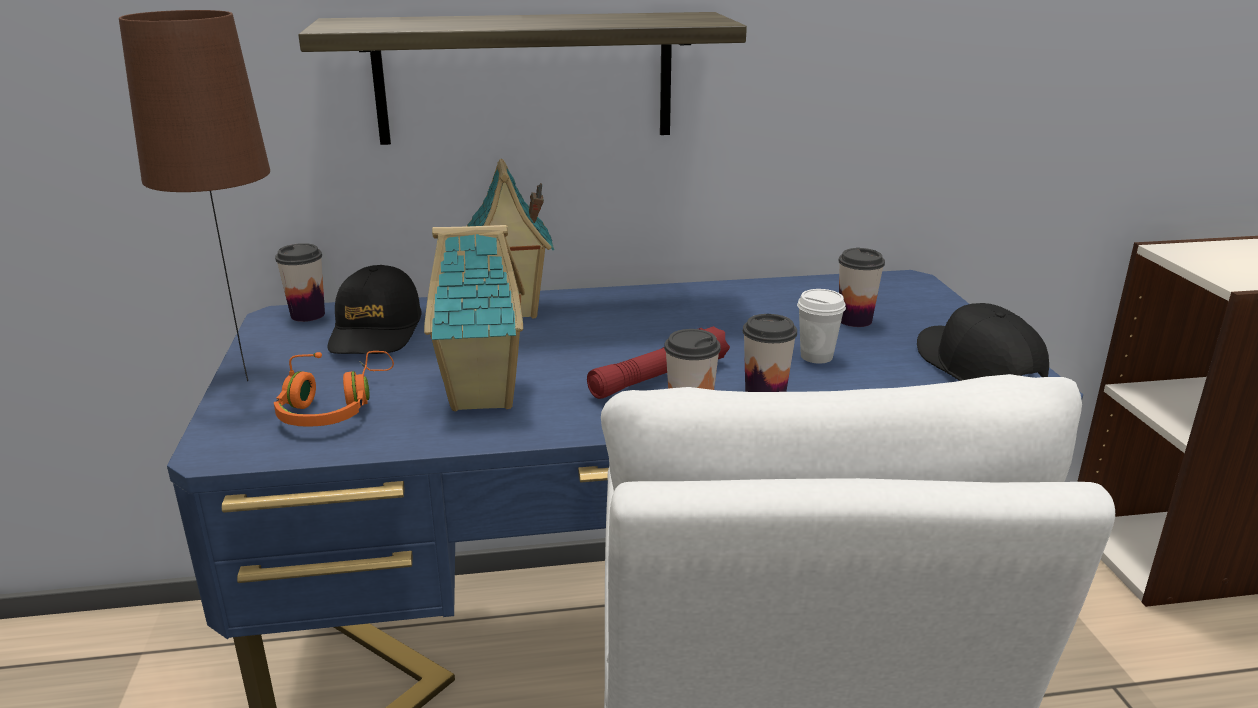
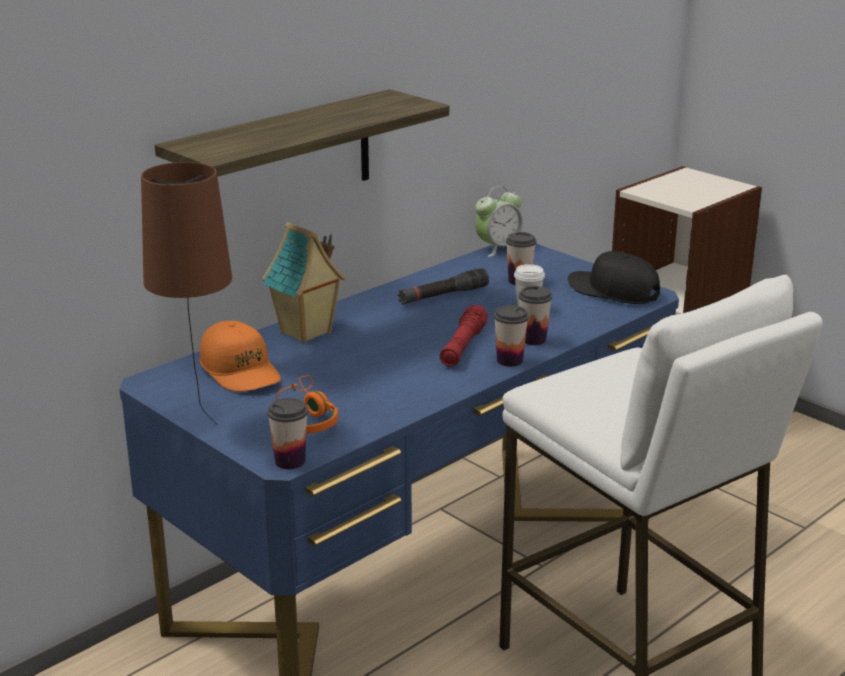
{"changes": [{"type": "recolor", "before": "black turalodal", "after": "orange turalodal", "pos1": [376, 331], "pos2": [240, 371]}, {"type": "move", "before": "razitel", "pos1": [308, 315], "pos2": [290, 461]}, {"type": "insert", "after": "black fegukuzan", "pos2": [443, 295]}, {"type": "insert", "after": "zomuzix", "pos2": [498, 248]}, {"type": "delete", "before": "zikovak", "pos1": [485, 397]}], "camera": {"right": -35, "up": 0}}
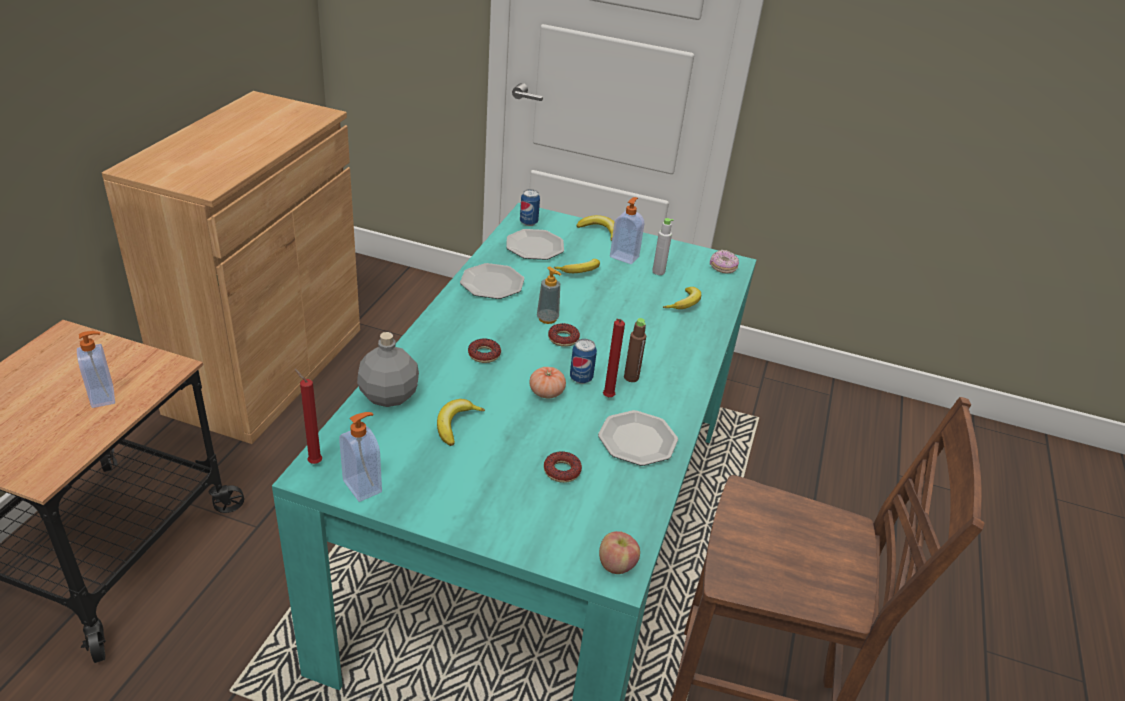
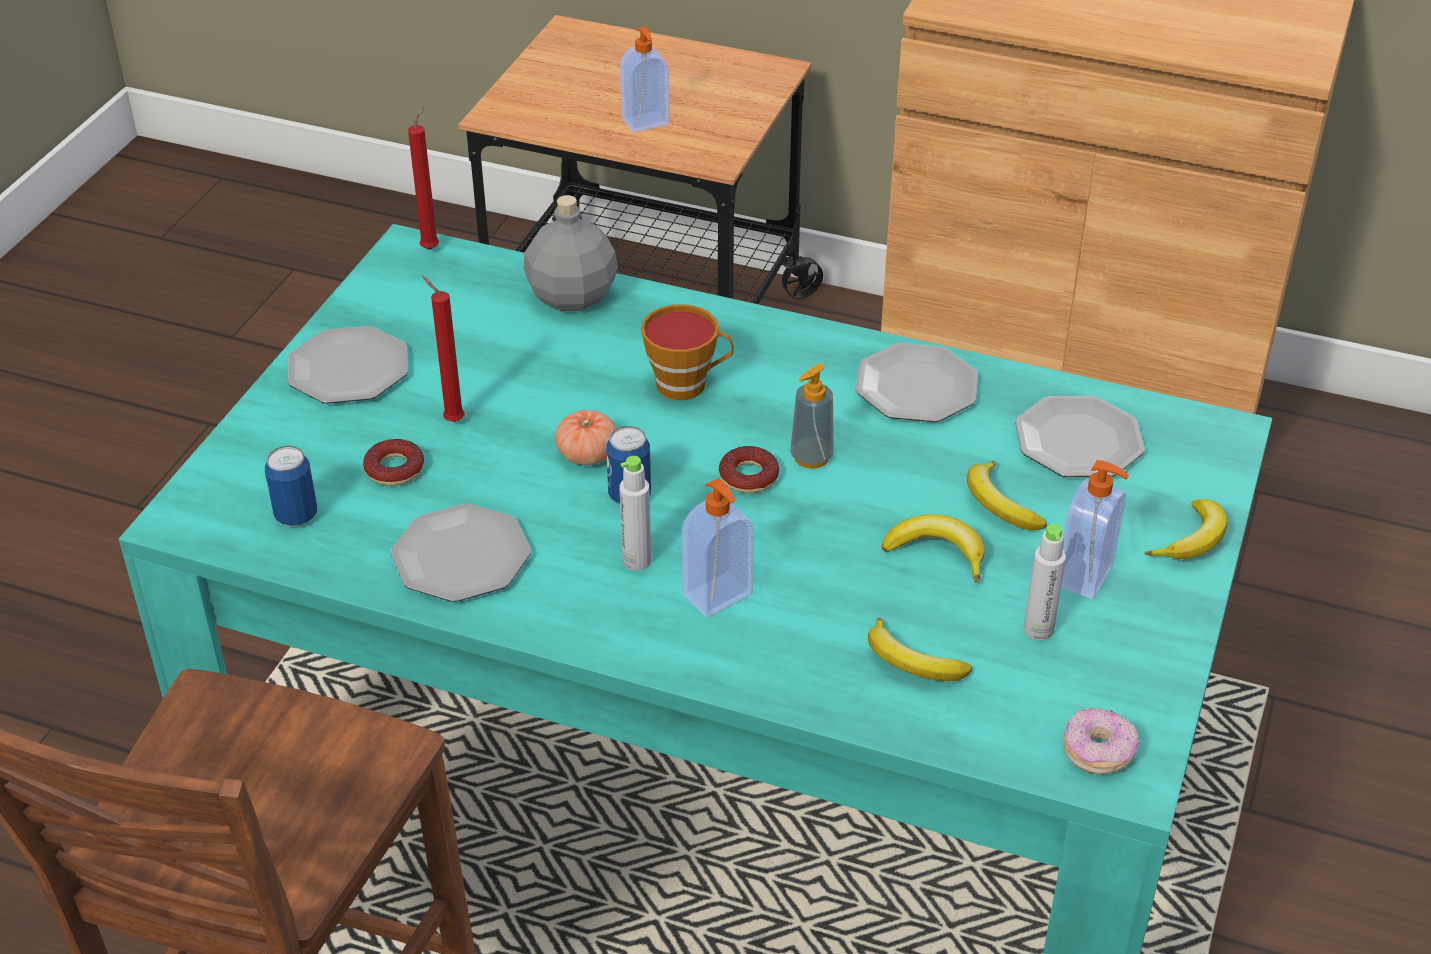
{"changes": [{"type": "move", "before": "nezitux", "pos1": [528, 222], "pos2": [296, 516]}, {"type": "insert", "after": "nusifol", "pos2": [349, 370]}, {"type": "move", "before": "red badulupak", "pos1": [607, 398], "pos2": [451, 420]}, {"type": "recolor", "before": "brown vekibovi", "after": "grey vekibovi", "pos1": [631, 377], "pos2": [637, 560]}, {"type": "replace", "before": "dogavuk", "after": "razitel", "pos1": [484, 354], "pos2": [687, 384]}, {"type": "move", "before": "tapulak", "pos1": [363, 486], "pos2": [719, 596]}, {"type": "move", "before": "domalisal", "pos1": [455, 424], "pos2": [937, 553]}, {"type": "delete", "before": "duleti", "pos1": [616, 565]}], "camera": {"right": 95, "up": 5}}
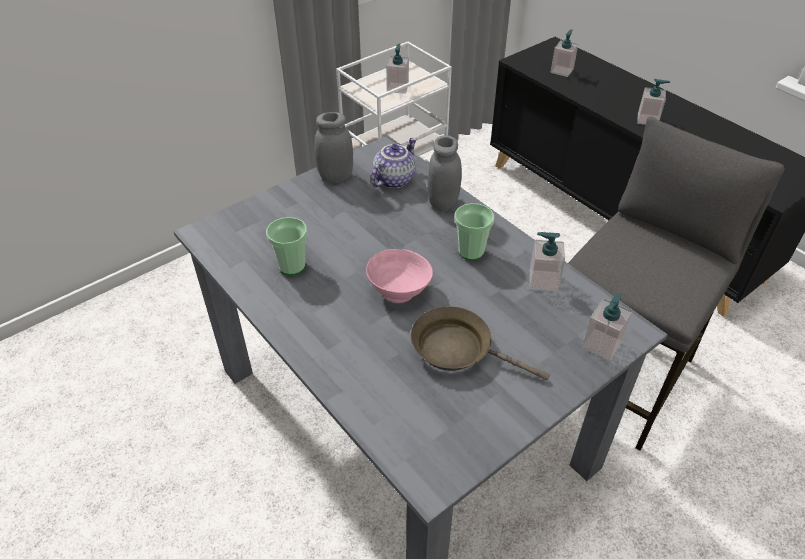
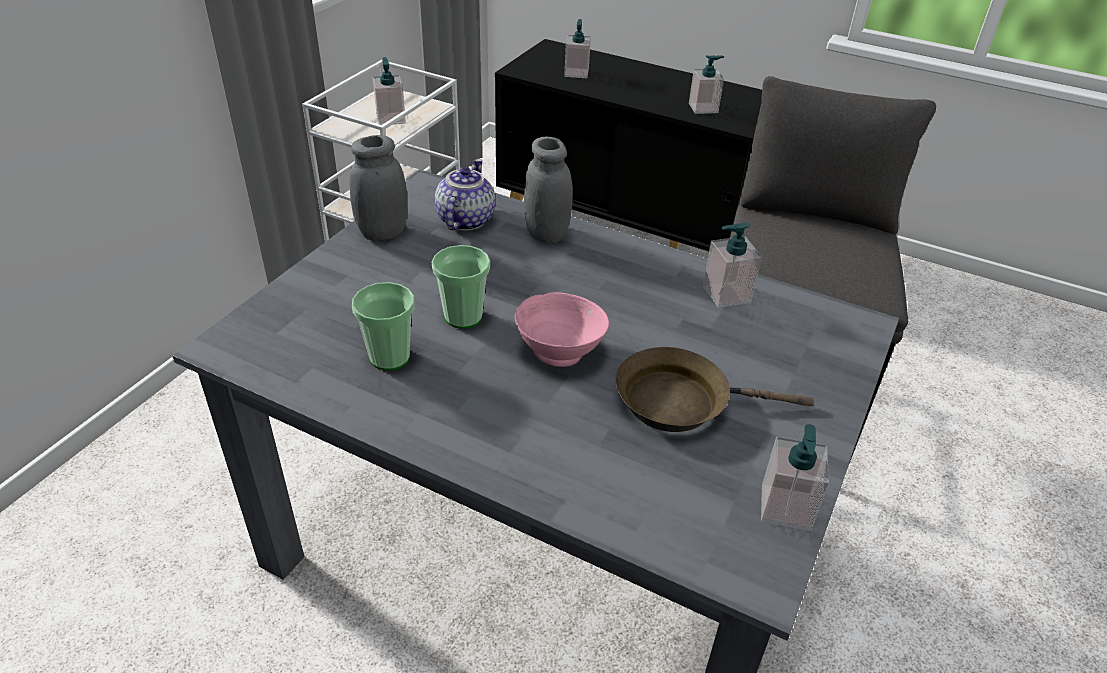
{"changes": [{"type": "move", "before": "razitel", "pos1": [471, 251], "pos2": [463, 317]}, {"type": "move", "before": "tapulak", "pos1": [601, 344], "pos2": [785, 508]}], "camera": {"right": -25, "up": -5}}
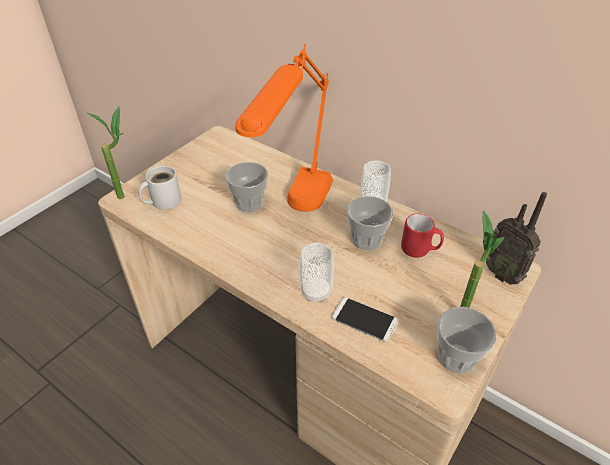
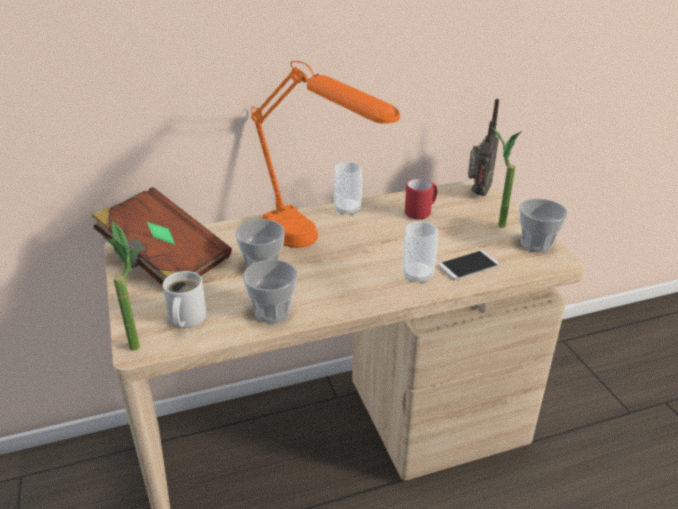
{"changes": [{"type": "insert", "after": "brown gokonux", "pos2": [164, 260]}, {"type": "move", "before": "razitel", "pos1": [366, 240], "pos2": [272, 312]}, {"type": "rotate", "before": "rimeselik", "pos1": [502, 273], "pos2": [477, 193], "turn": -60}], "camera": {"right": -55, "up": -10}}
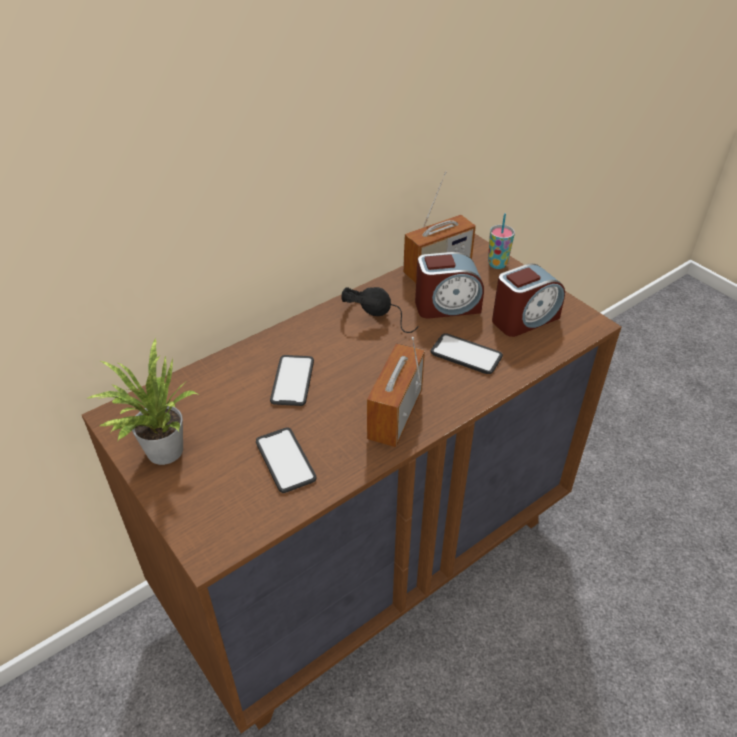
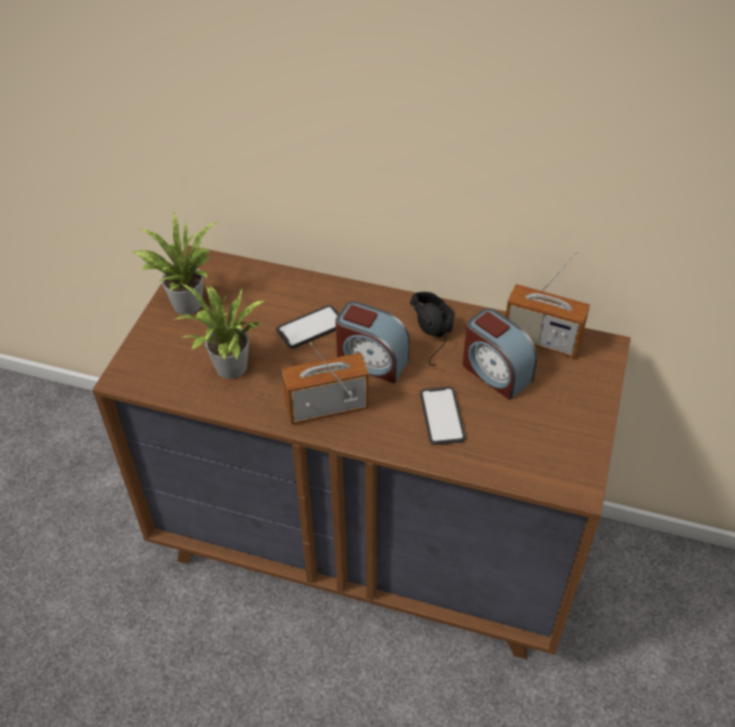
{"changes": [{"type": "replace", "before": "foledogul", "after": "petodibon", "pos1": [285, 460], "pos2": [228, 370]}, {"type": "move", "before": "zomuzix", "pos1": [524, 319], "pos2": [371, 361]}, {"type": "delete", "before": "razitel", "pos1": [497, 264]}], "camera": {"right": 55, "up": 5}}
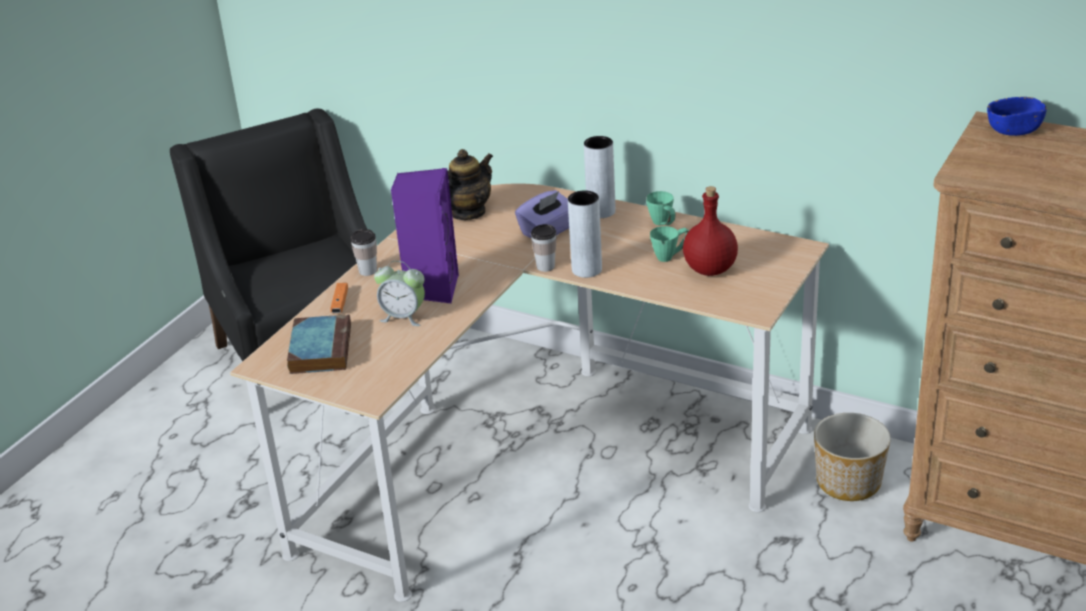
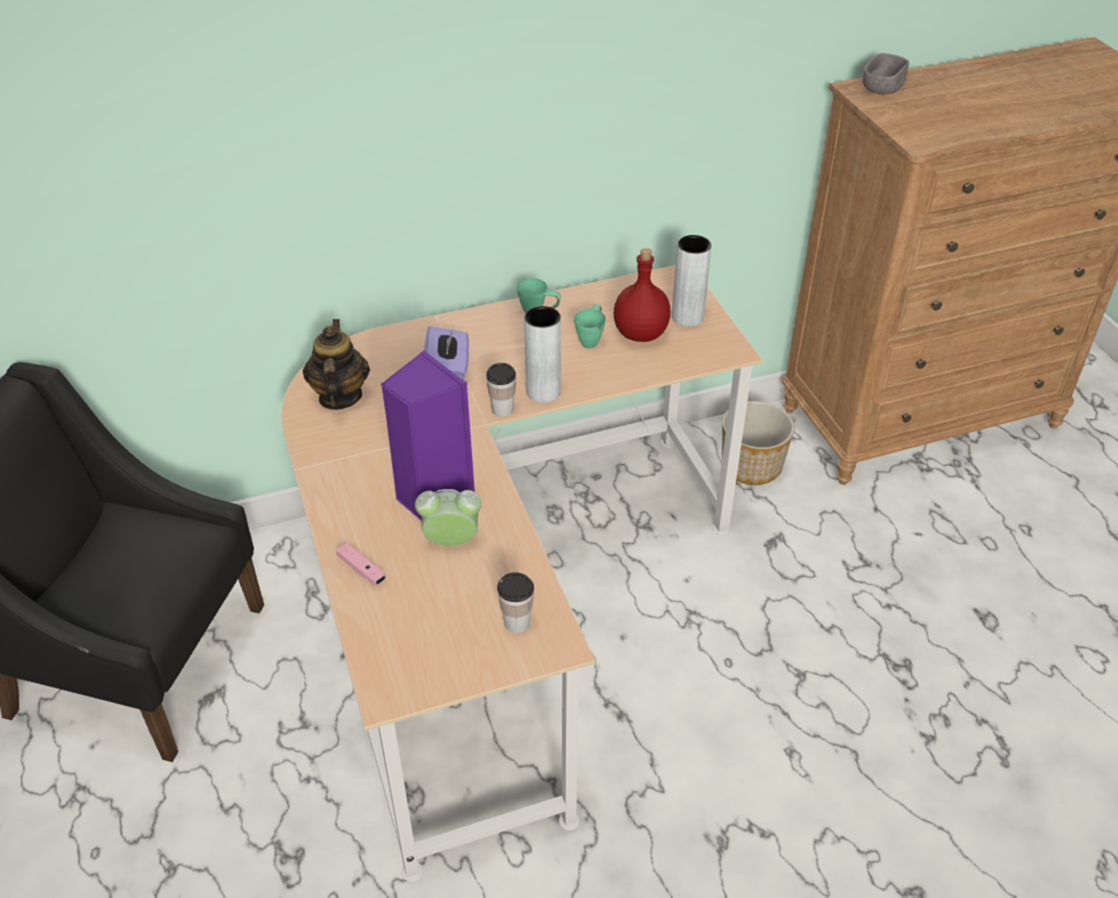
{"changes": [{"type": "recolor", "before": "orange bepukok", "after": "pink bepukok", "pos1": [340, 303], "pos2": [361, 569]}, {"type": "rotate", "before": "zomuzix", "pos1": [403, 317], "pos2": [451, 542], "turn": -150}, {"type": "move", "before": "razitel", "pos1": [368, 271], "pos2": [517, 623]}, {"type": "move", "before": "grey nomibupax", "pos1": [601, 211], "pos2": [687, 317]}, {"type": "recolor", "before": "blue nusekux", "after": "grey nusekux", "pos1": [1014, 130], "pos2": [882, 88]}, {"type": "delete", "before": "gokonux", "pos1": [320, 349]}], "camera": {"right": -50, "up": 10}}
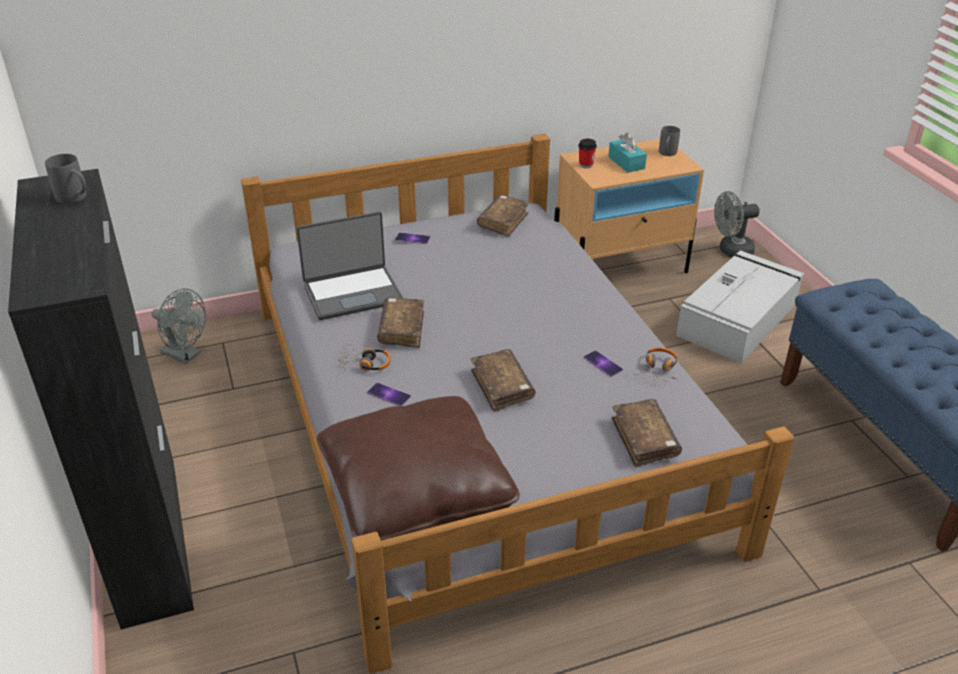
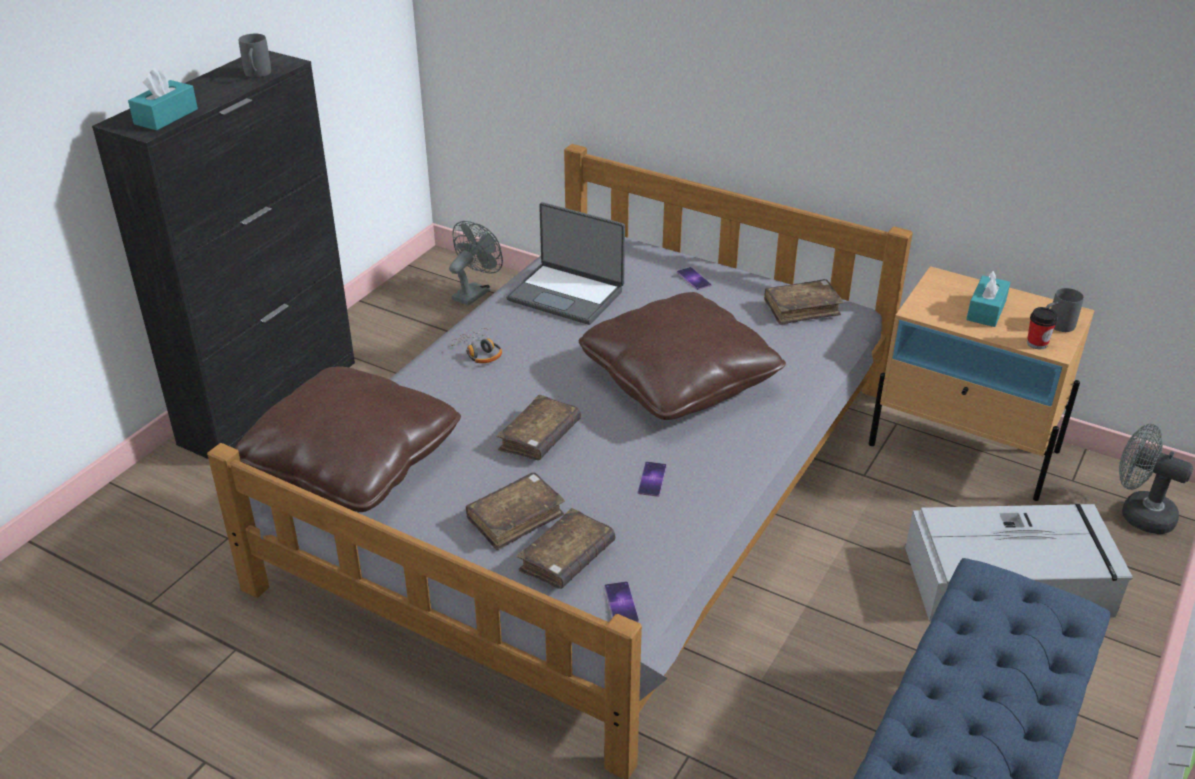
{"changes": [{"type": "insert", "after": "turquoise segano", "pos2": [166, 116]}, {"type": "rotate", "before": "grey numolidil", "pos1": [185, 355], "pos2": [475, 292], "turn": -135}, {"type": "move", "before": "brown gokonux", "pos1": [402, 329], "pos2": [515, 518]}, {"type": "insert", "after": "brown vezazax", "pos2": [679, 379]}, {"type": "move", "before": "foledogul", "pos1": [389, 395], "pos2": [621, 603]}, {"type": "move", "before": "razitel", "pos1": [586, 165], "pos2": [1037, 343]}, {"type": "delete", "before": "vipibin", "pos1": [657, 369]}], "camera": {"right": 50, "up": 0}}
